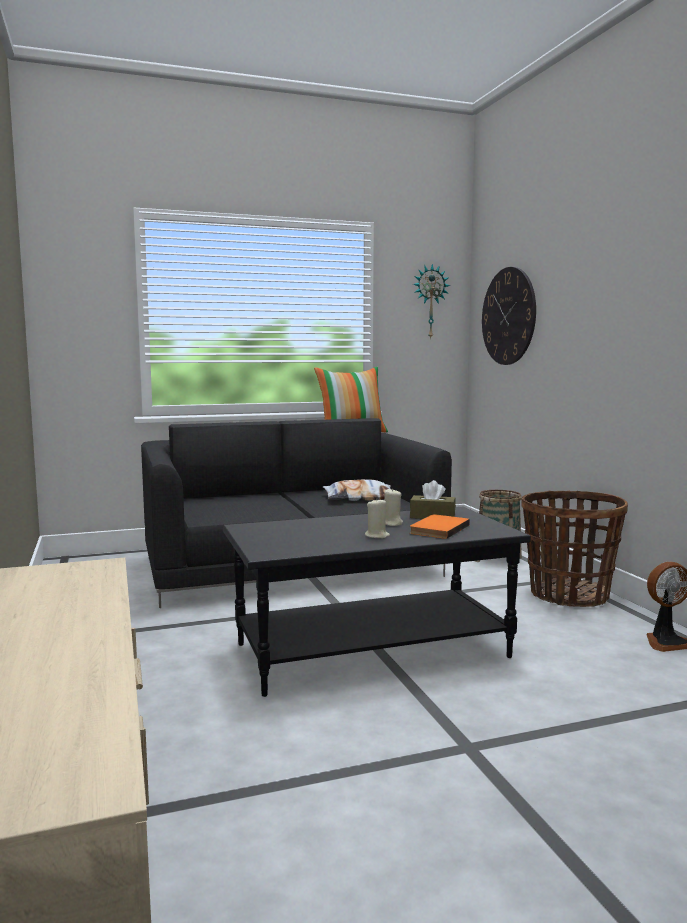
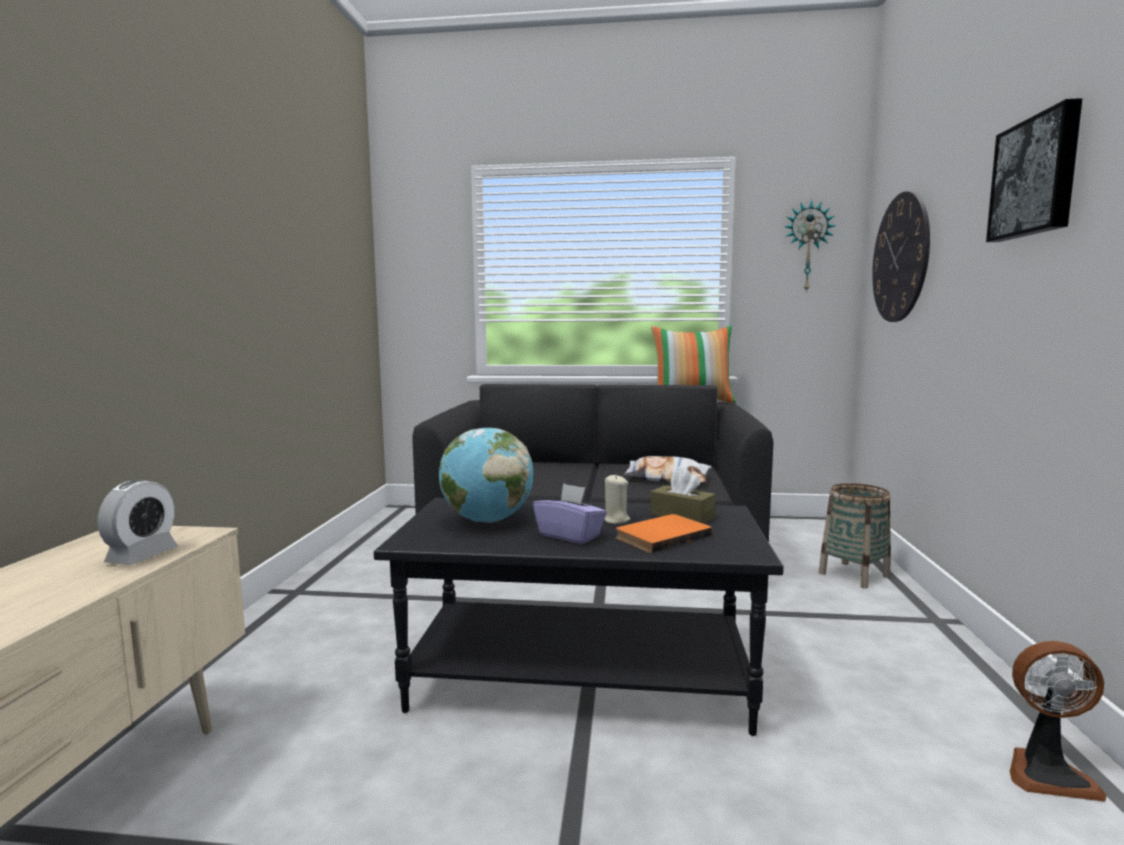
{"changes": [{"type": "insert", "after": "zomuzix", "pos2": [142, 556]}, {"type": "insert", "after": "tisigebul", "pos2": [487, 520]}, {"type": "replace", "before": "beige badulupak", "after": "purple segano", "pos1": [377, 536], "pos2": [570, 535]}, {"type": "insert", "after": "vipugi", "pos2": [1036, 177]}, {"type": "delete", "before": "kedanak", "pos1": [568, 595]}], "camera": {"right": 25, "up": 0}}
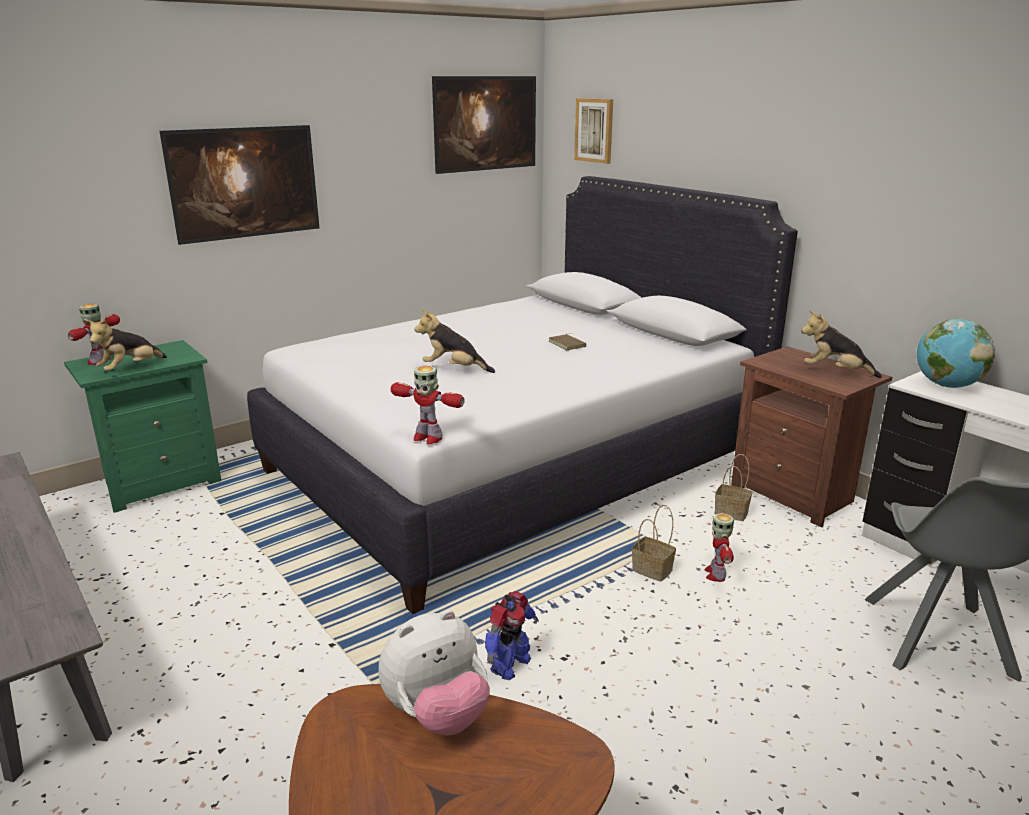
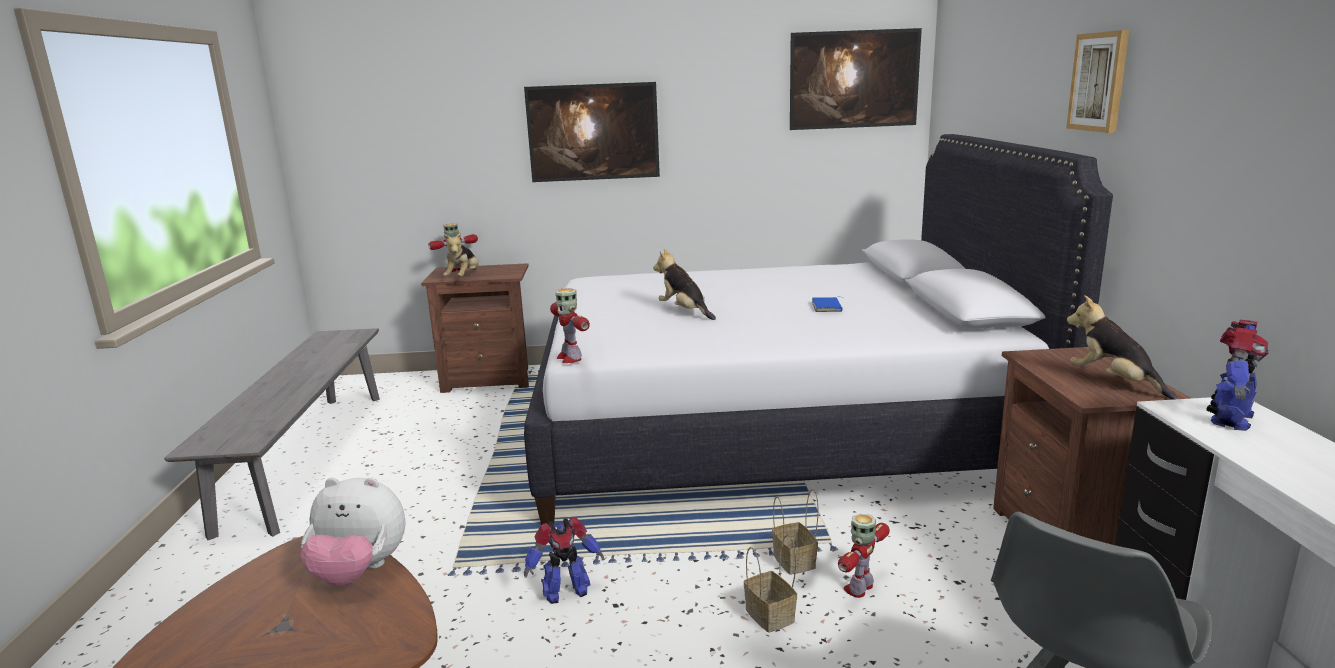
{"changes": [{"type": "recolor", "before": "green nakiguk", "after": "brown nakiguk", "pos1": [160, 483], "pos2": [490, 379]}, {"type": "rotate", "before": "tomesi", "pos1": [130, 369], "pos2": [463, 277], "turn": -60}, {"type": "move", "before": "kedanak", "pos1": [732, 512], "pos2": [771, 616]}, {"type": "recolor", "before": "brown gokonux", "after": "blue gokonux", "pos1": [568, 344], "pos2": [828, 307]}, {"type": "move", "before": "vipugi", "pos1": [594, 130], "pos2": [1099, 82]}, {"type": "replace", "before": "tisigebul", "after": "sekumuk", "pos1": [946, 386], "pos2": [1229, 419]}], "camera": {"right": 35, "up": -5}}
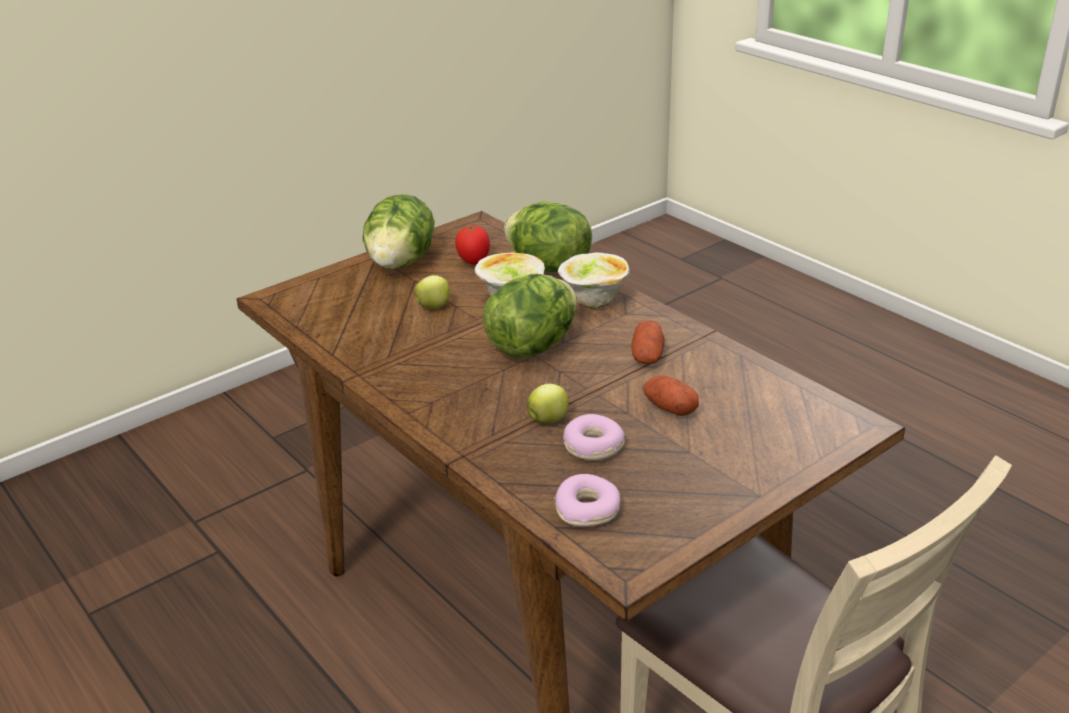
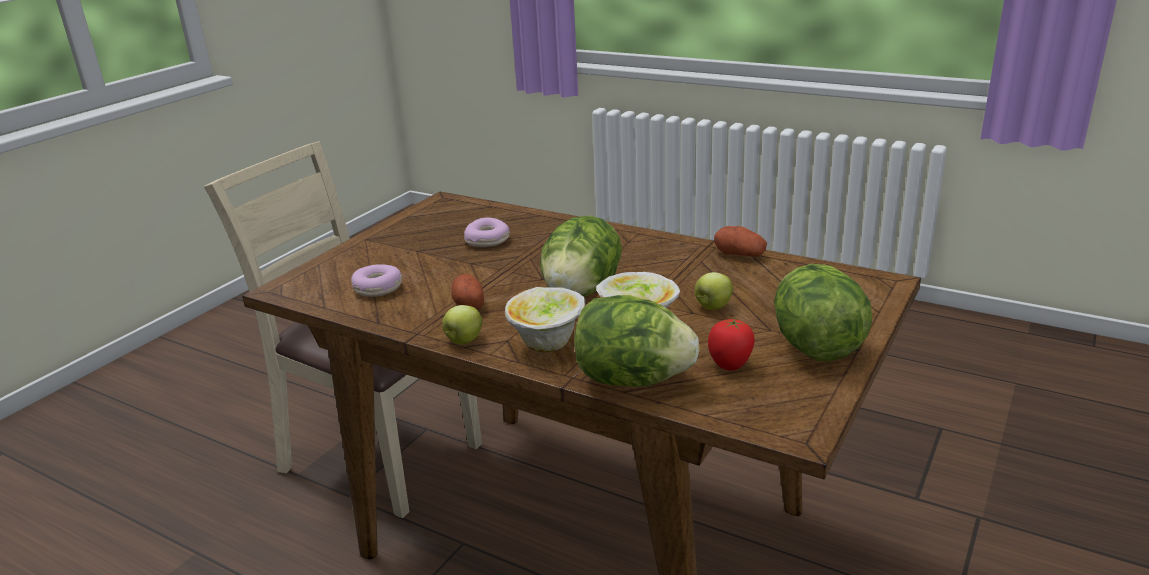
{"changes": [{"type": "move", "before": "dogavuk", "pos1": [587, 510], "pos2": [378, 288]}, {"type": "move", "before": "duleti", "pos1": [549, 419], "pos2": [463, 341]}, {"type": "move", "before": "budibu", "pos1": [670, 408], "pos2": [740, 254]}], "camera": {"right": 160, "up": -5}}
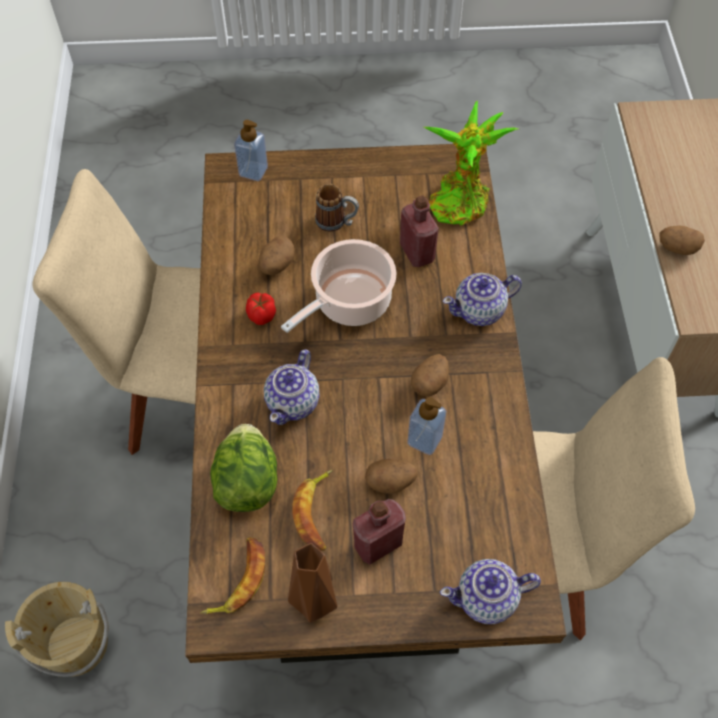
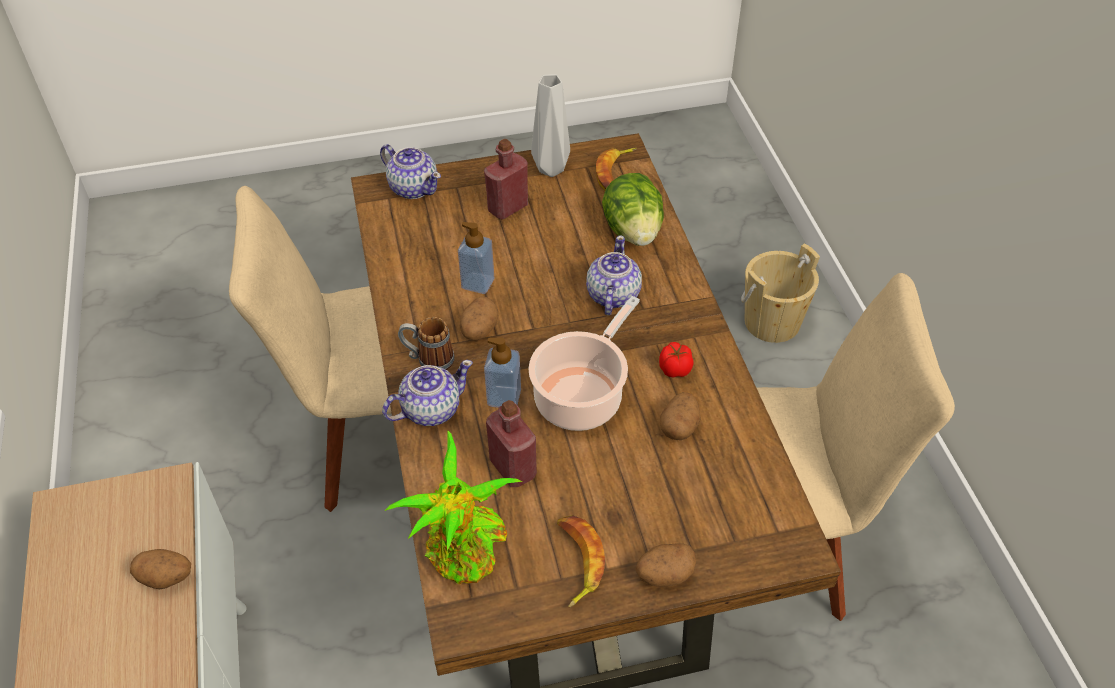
{"changes": [{"type": "rotate", "before": "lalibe", "pos1": [487, 599], "pos2": [413, 188], "turn": 60}, {"type": "move", "before": "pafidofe", "pos1": [337, 222], "pos2": [428, 360]}, {"type": "move", "before": "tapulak", "pos1": [253, 171], "pos2": [504, 397]}, {"type": "recolor", "before": "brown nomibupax", "after": "grey nomibupax", "pos1": [314, 605], "pos2": [551, 168]}, {"type": "move", "before": "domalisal", "pos1": [316, 513], "pos2": [576, 562]}, {"type": "move", "before": "budibu", "pos1": [391, 482], "pos2": [664, 574]}], "camera": {"right": 170, "up": -10}}
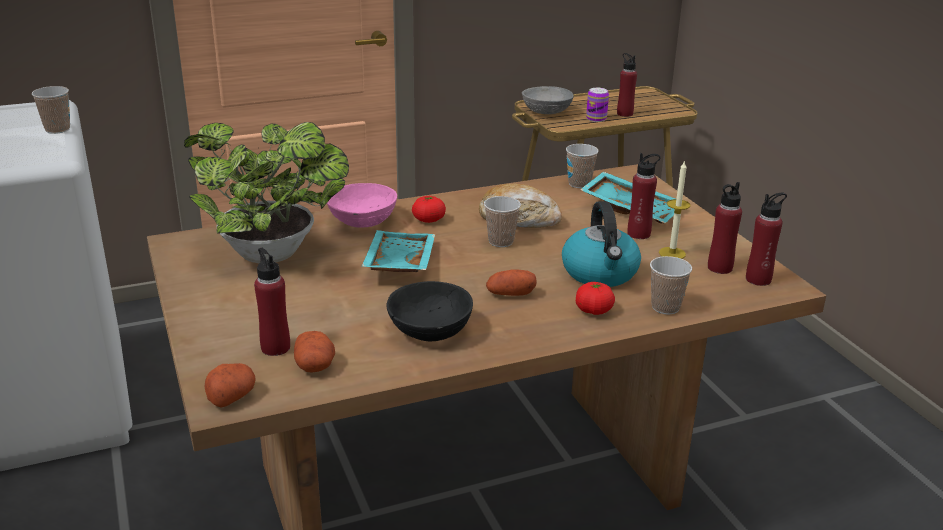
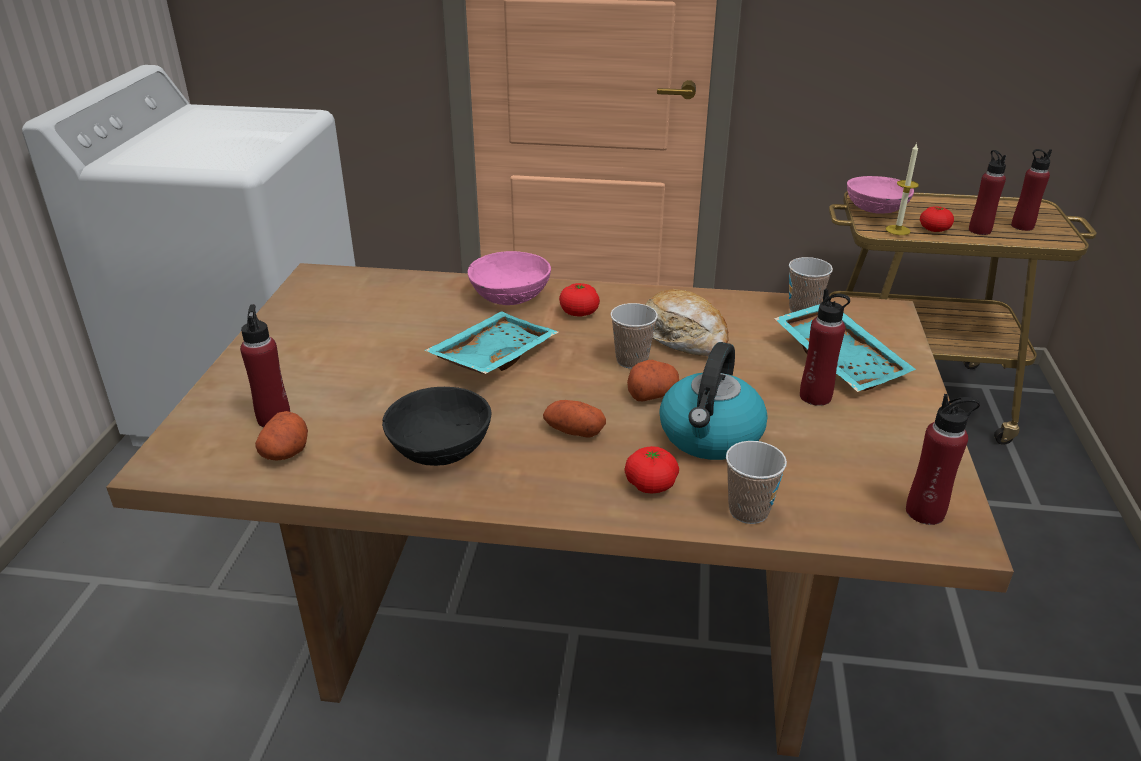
{"changes": [{"type": "move", "before": "budibu", "pos1": [231, 396], "pos2": [652, 394]}, {"type": "recolor", "before": "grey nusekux", "after": "pink nusekux", "pos1": [547, 111], "pos2": [876, 209]}, {"type": "move", "before": "badulupak", "pos1": [672, 253], "pos2": [897, 230]}, {"type": "replace", "before": "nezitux", "after": "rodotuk", "pos1": [596, 118], "pos2": [934, 229]}, {"type": "move", "before": "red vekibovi", "pos1": [719, 268], "pos2": [1022, 226]}, {"type": "delete", "before": "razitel", "pos1": [57, 129]}, {"type": "delete", "before": "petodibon", "pos1": [275, 255]}], "camera": {"right": 30, "up": 5}}
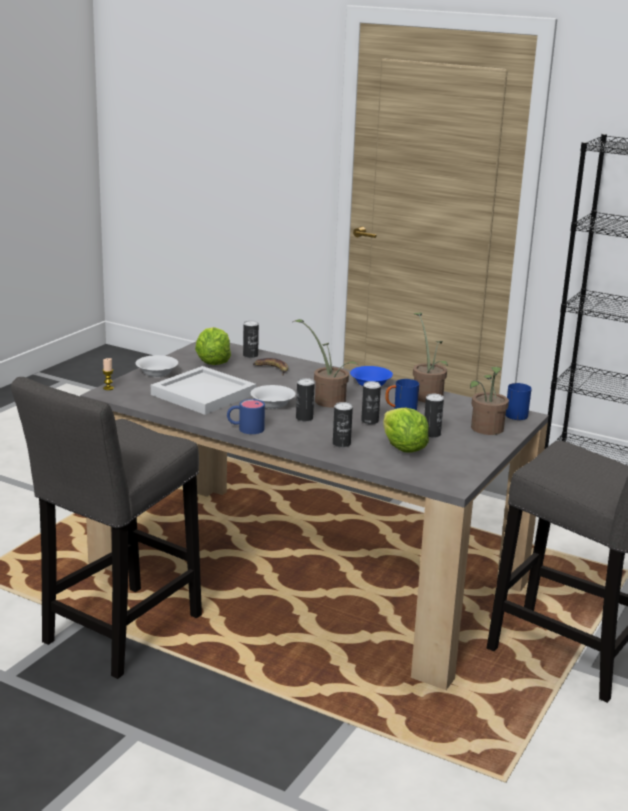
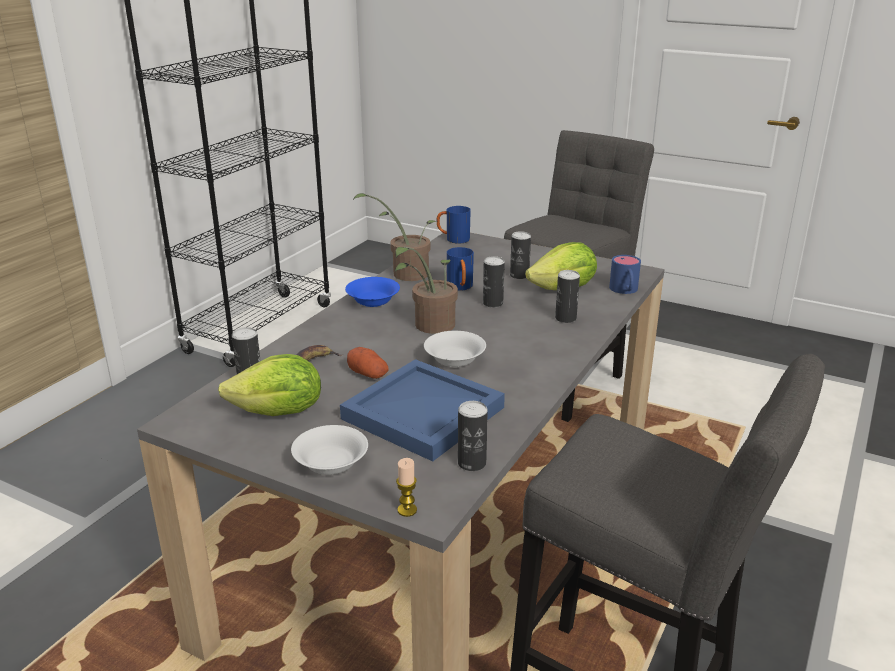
{"changes": [{"type": "recolor", "before": "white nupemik", "after": "blue nupemik", "pos1": [205, 394], "pos2": [423, 411]}, {"type": "insert", "after": "budibu", "pos2": [368, 374]}, {"type": "move", "before": "nezitux", "pos1": [304, 418], "pos2": [472, 463]}, {"type": "move", "before": "blue pafidofe", "pos1": [245, 429], "pos2": [625, 290]}, {"type": "delete", "before": "petodibon", "pos1": [486, 430]}], "camera": {"right": -90, "up": 5}}
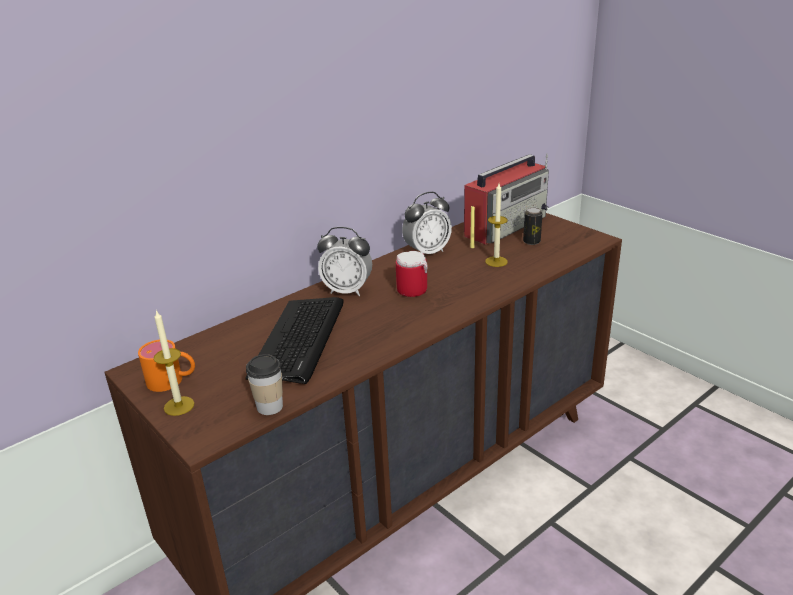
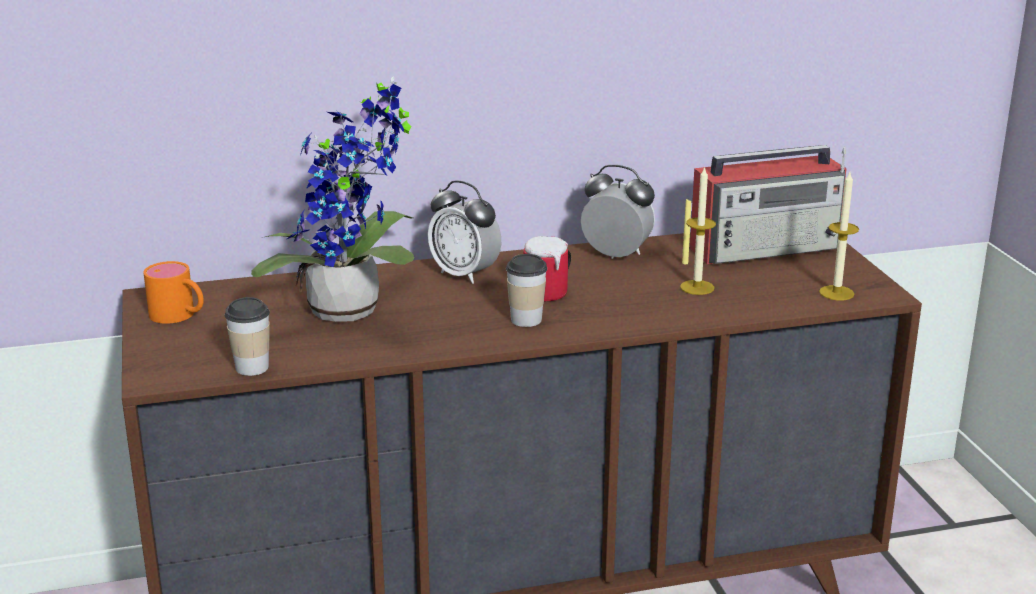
{"changes": [{"type": "replace", "before": "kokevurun", "after": "petodibon", "pos1": [299, 340], "pos2": [352, 312]}, {"type": "insert", "after": "razitel", "pos2": [526, 320]}, {"type": "rotate", "before": "zomuzix", "pos1": [427, 252], "pos2": [616, 255], "turn": -150}, {"type": "move", "before": "badulupak", "pos1": [179, 406], "pos2": [836, 293]}, {"type": "delete", "before": "nezitux", "pos1": [531, 241]}], "camera": {"right": 25, "up": -5}}
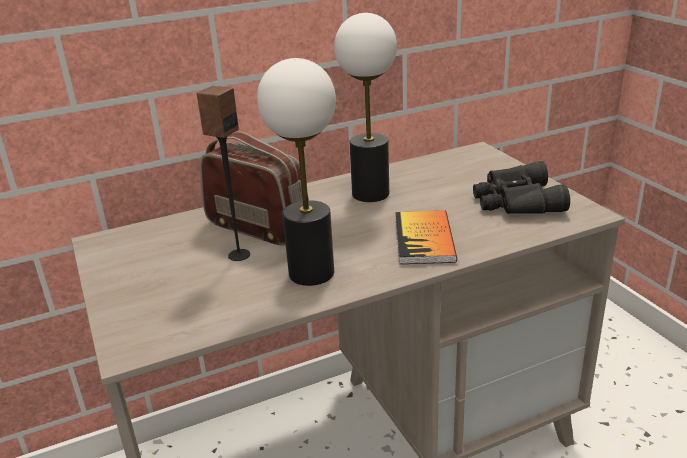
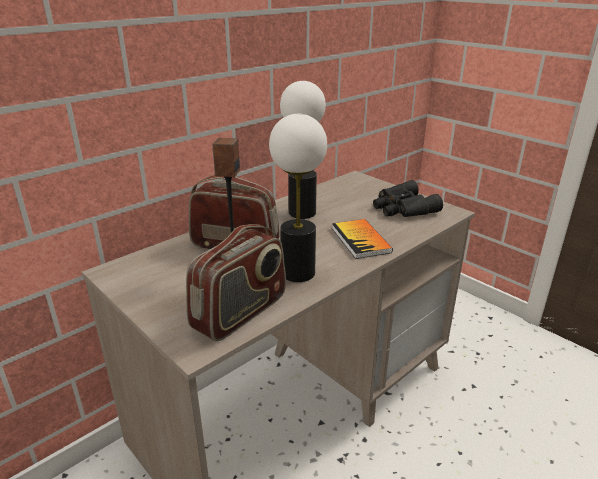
{"changes": [{"type": "insert", "after": "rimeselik", "pos2": [241, 313]}], "camera": {"right": -20, "up": 0}}
